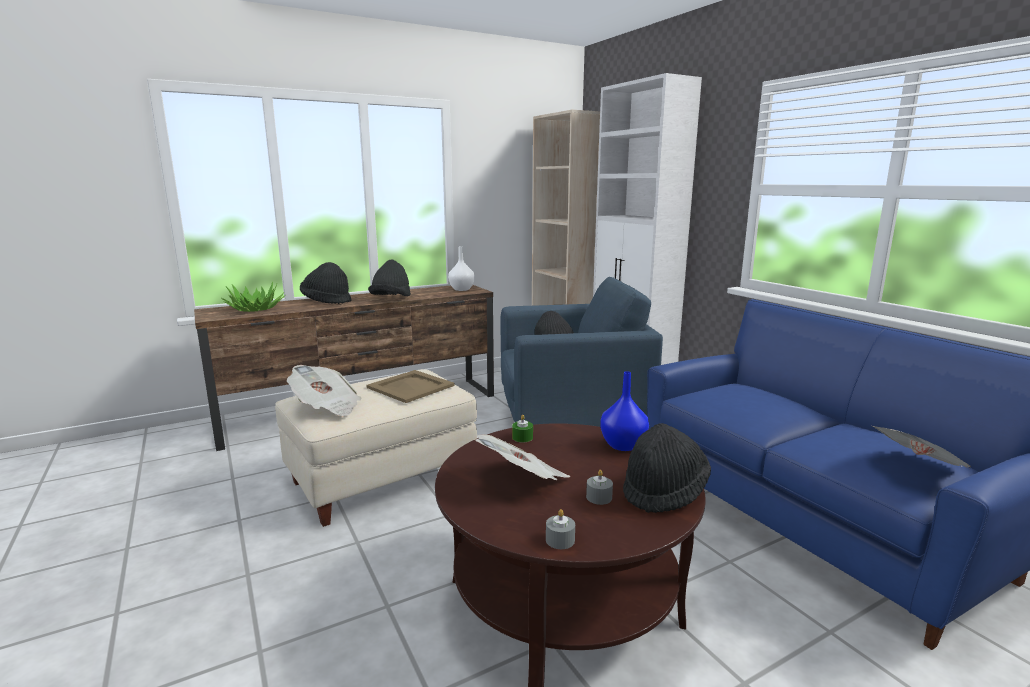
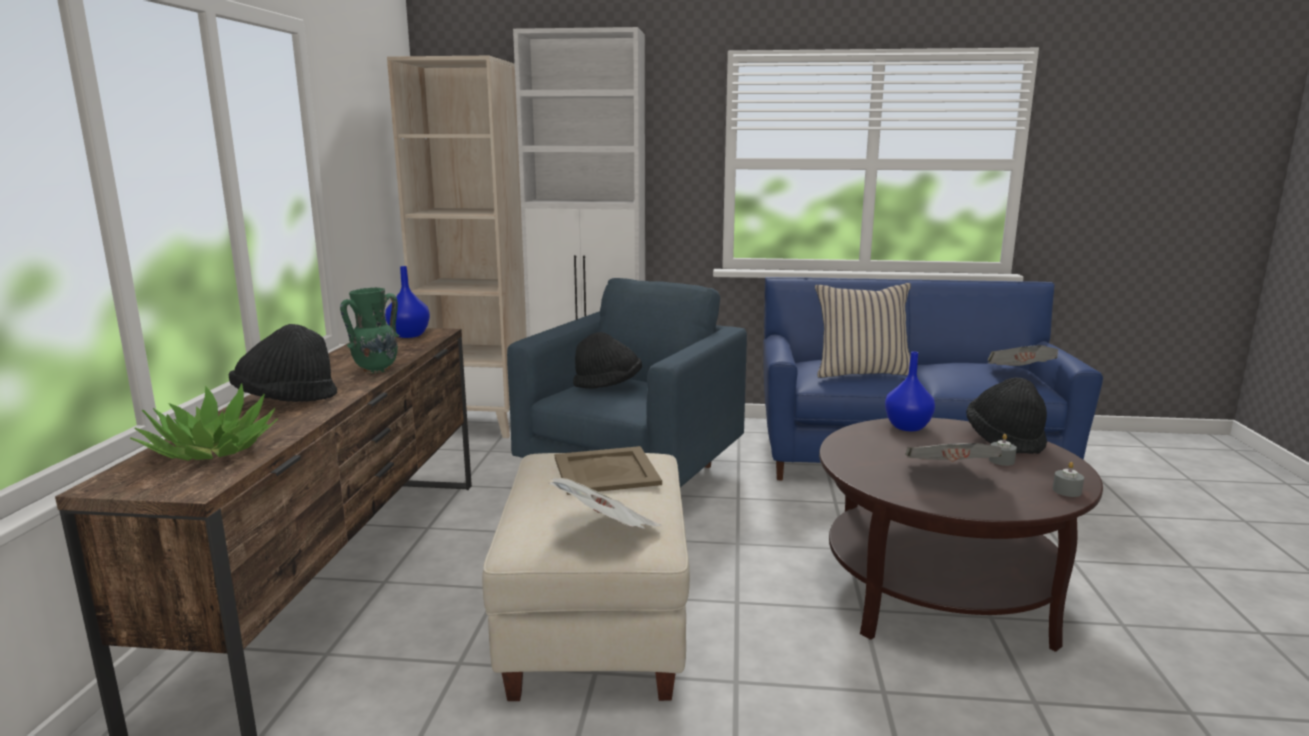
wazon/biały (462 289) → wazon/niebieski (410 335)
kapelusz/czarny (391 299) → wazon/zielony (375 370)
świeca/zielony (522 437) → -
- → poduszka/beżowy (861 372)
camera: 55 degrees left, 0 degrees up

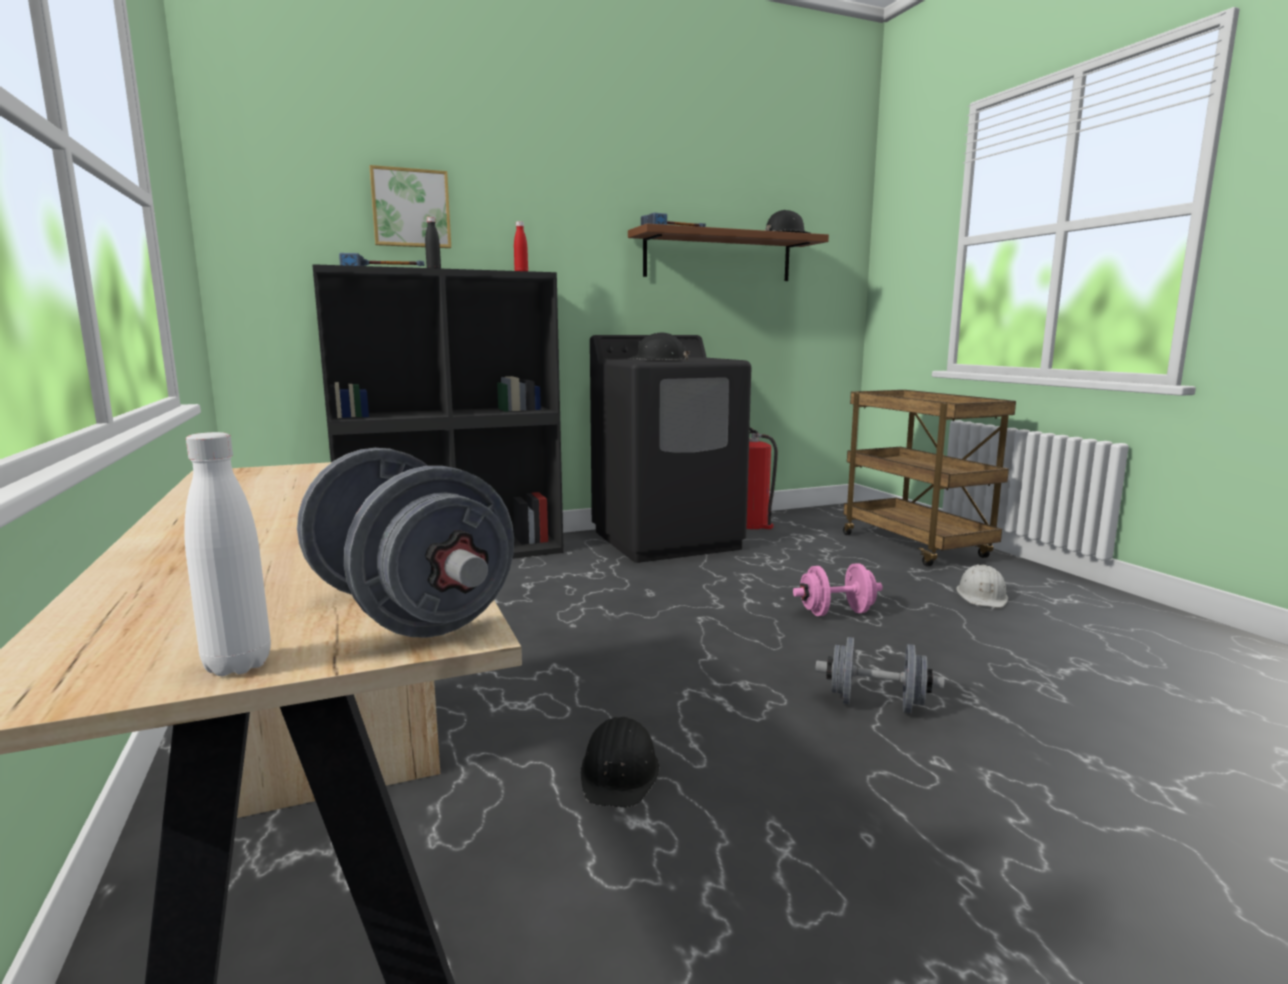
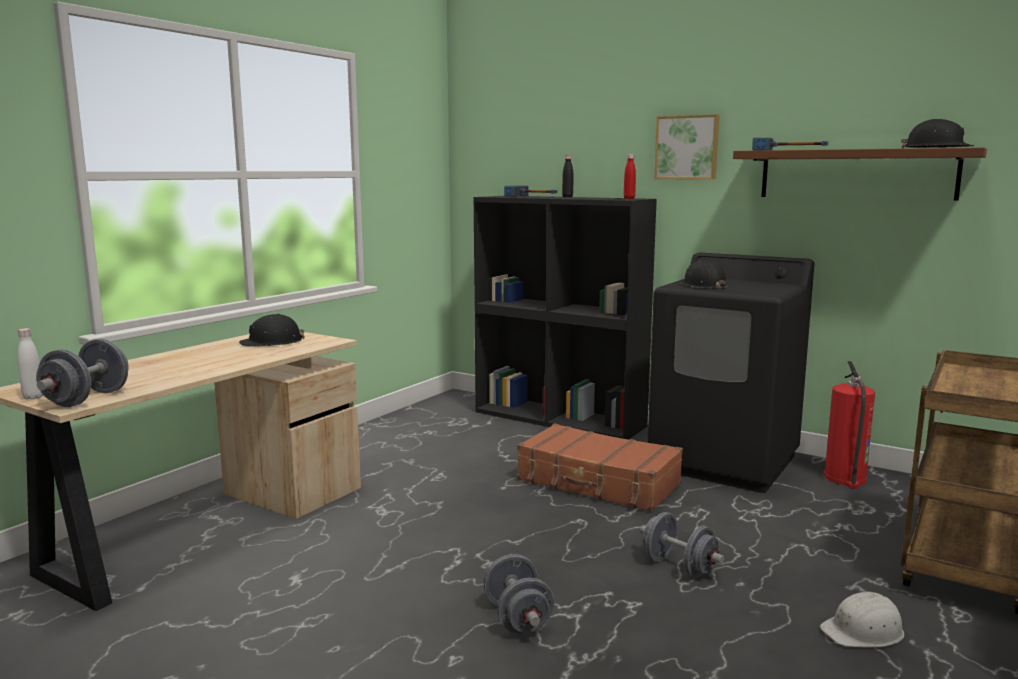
obraz (411 208) → obraz (687 147), relocated
hantel/różowy (836 612) → hantel/szary (679 566)
kask/czarny (620 773) → kask/czarny (272 342), relocated
- → walizka/brązowy (598 483)
camera: 55 degrees right, 0 degrees up

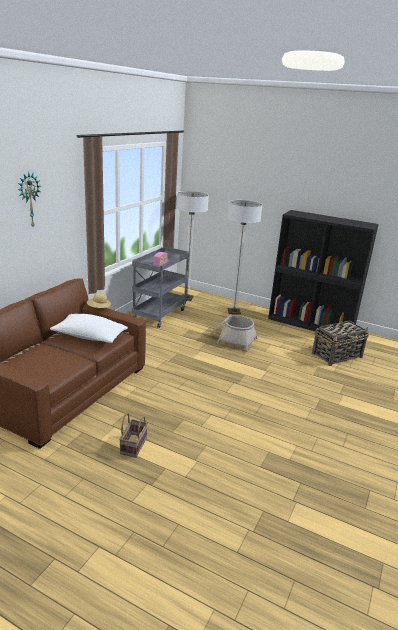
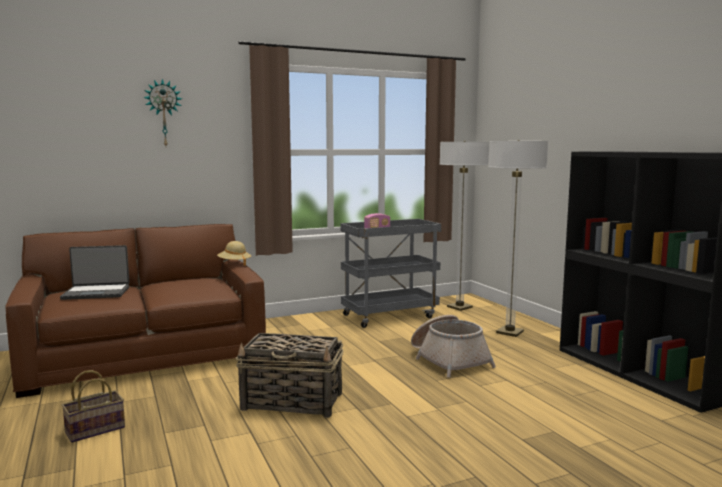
poduszka/biały (89 337) → -
koszyk (337 355) → koszyk (293 402), relocated
- → laptop (96 293)
camera: 40 degrees right, 15 degrees down

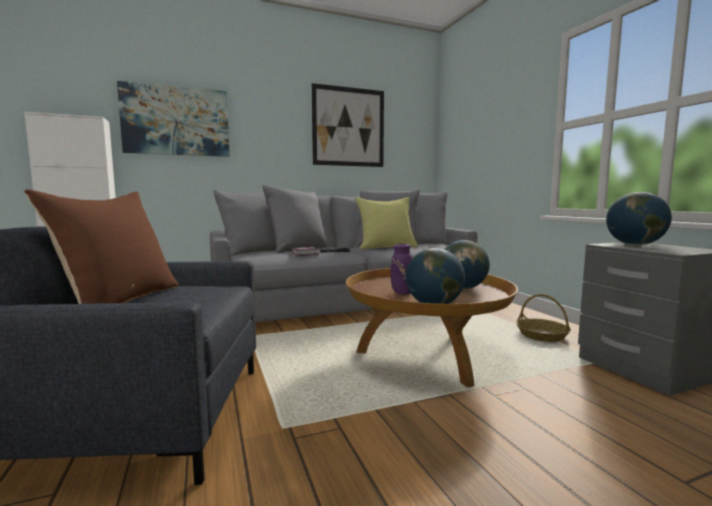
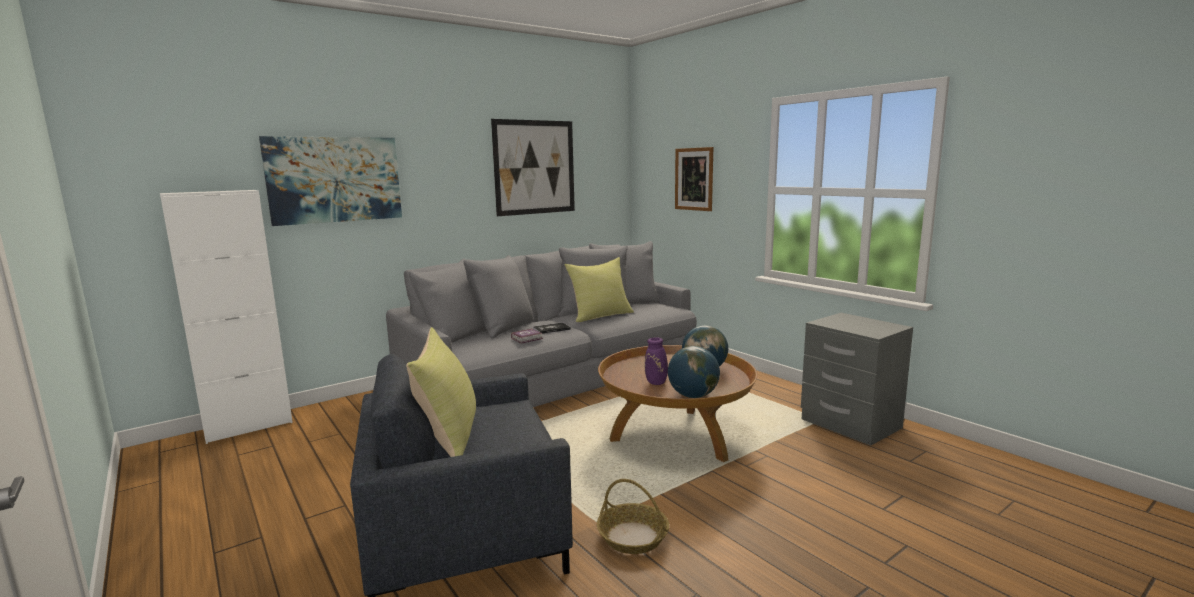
poduszka/brązowy (120 300) → poduszka/żółty (449 436)
globus (634 245) → -
koszyk (542 335) → koszyk (633 537), relocated
- → obraz (694 179)
camera: 15 degrees left, 5 degrees up

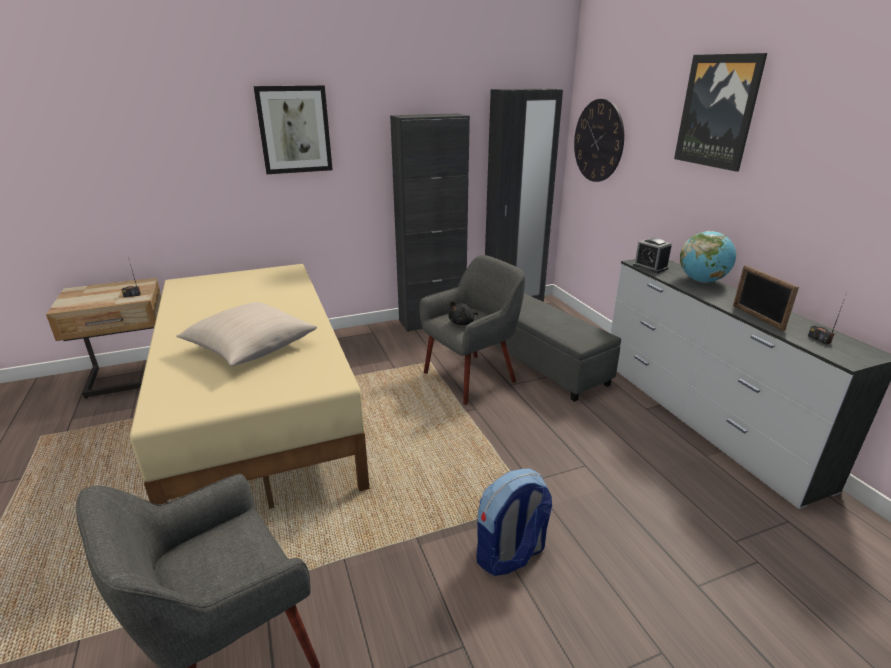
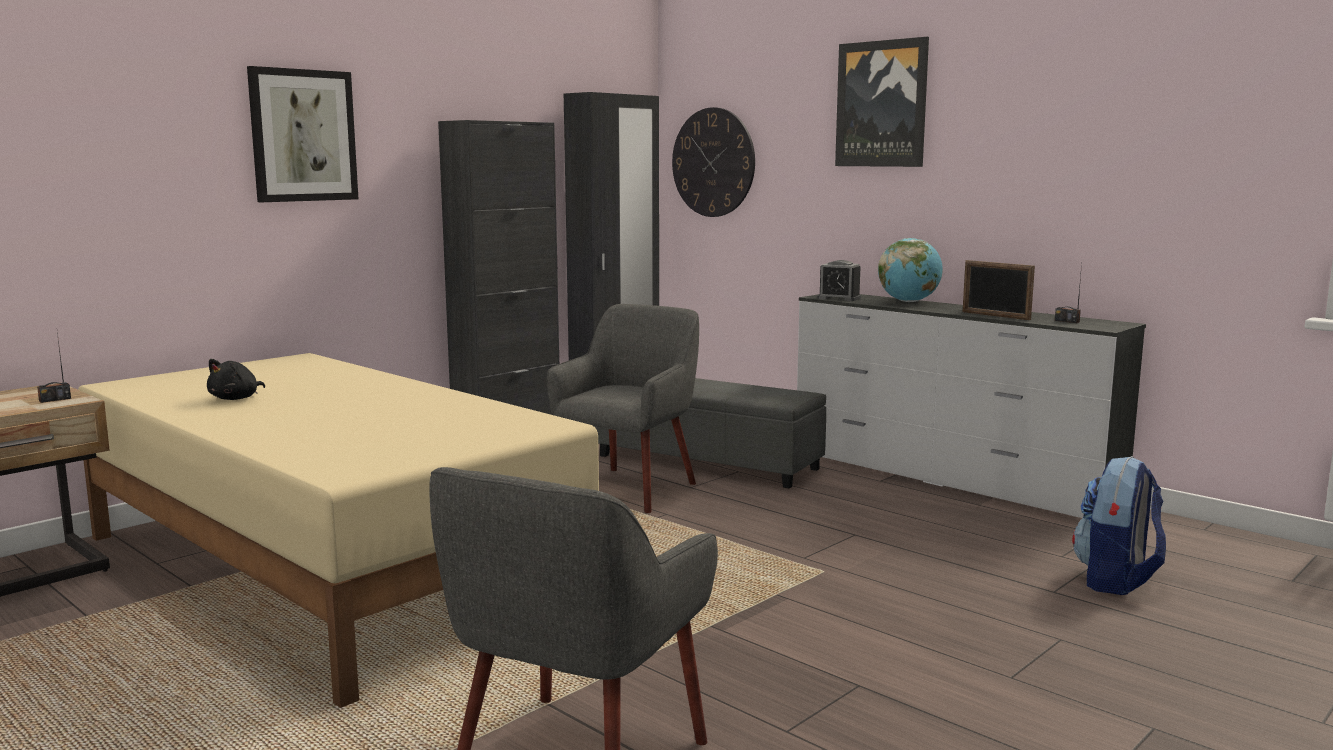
pluszak/czarny (462 323) → pluszak/czarny (236 398), relocated
poduszka/beżowy (251 347) → -
plecak (510 555) → plecak (1116 580), relocated
camera: 25 degrees left, 15 degrees down

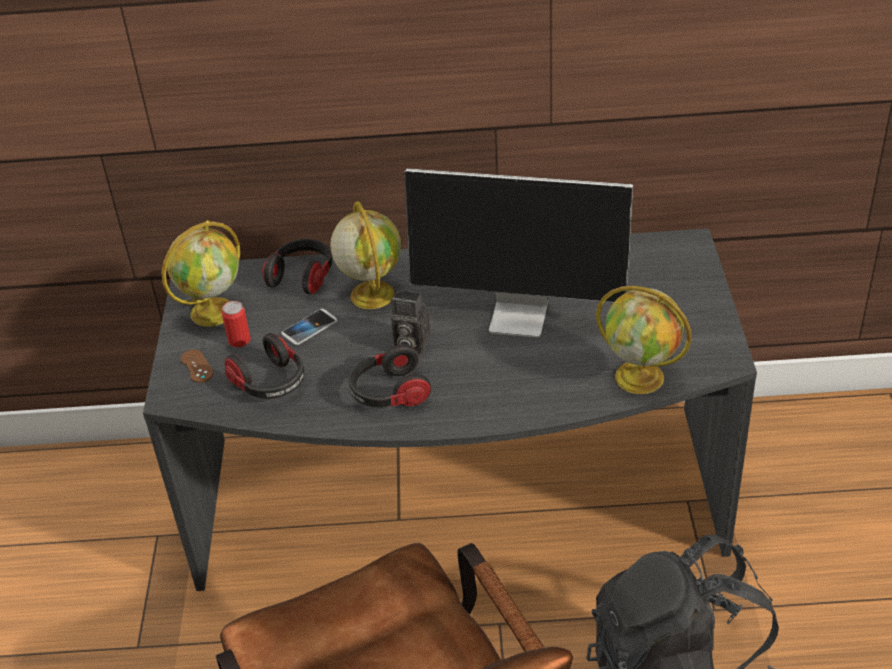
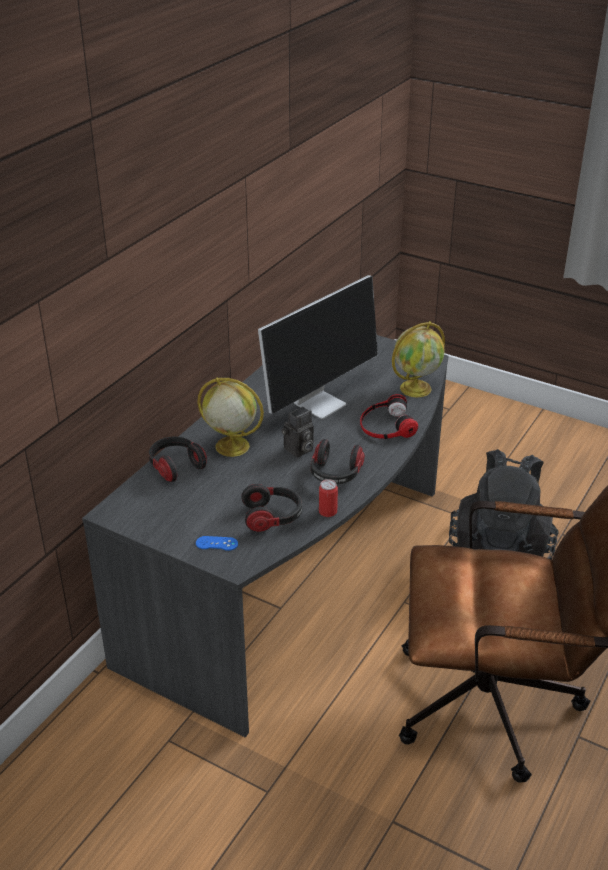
globus (213 311) → -
puszka (239 340) → puszka (327 511), relocated
telefon (309 328) → -
pad do gier/brązowy (197 366) → pad do gier/niebieski (216 543)
- → słuchawki (386 425)
camera: 60 degrees left, 5 degrees down

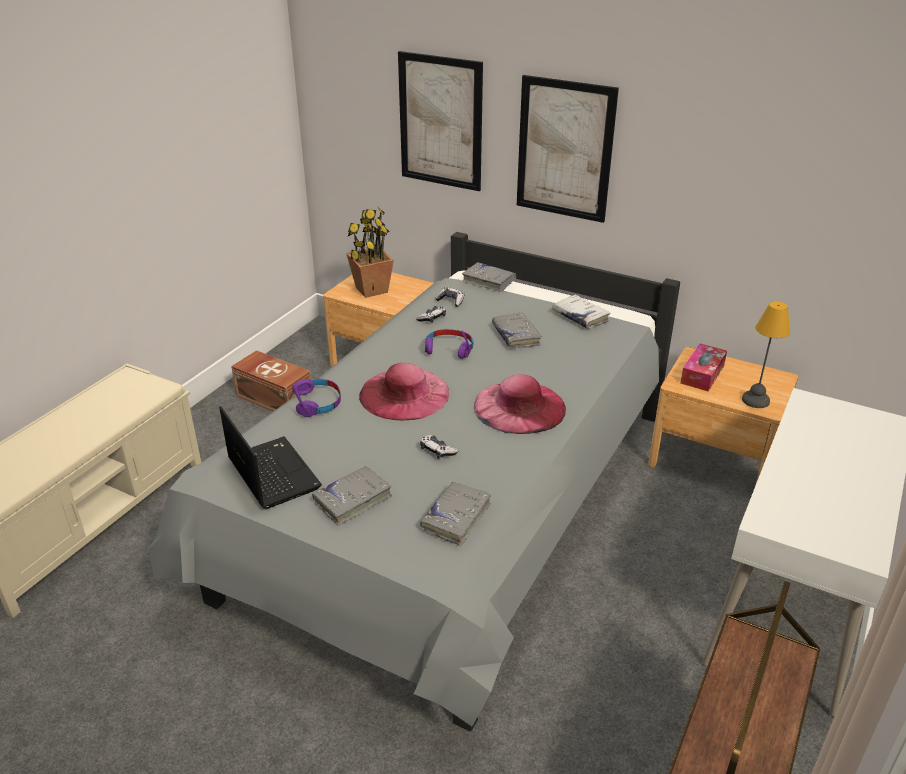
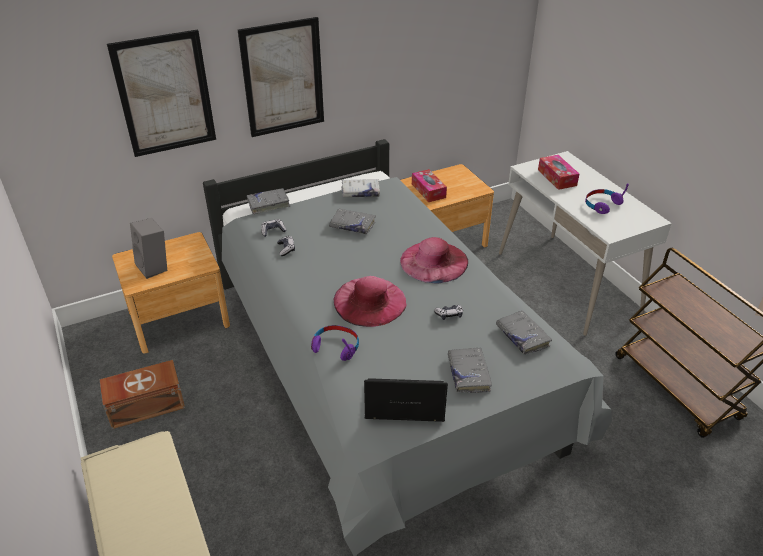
roślina doniczkowa (371 290) → głośnik/szary (155 267)
lampa stołowa (756 400) → -
słuchawki/fioletowy (449 349) → słuchawki/fioletowy (601 205), relocated
- → pudełko chusteczek (557 177)
camera: 55 degrees left, 5 degrees up

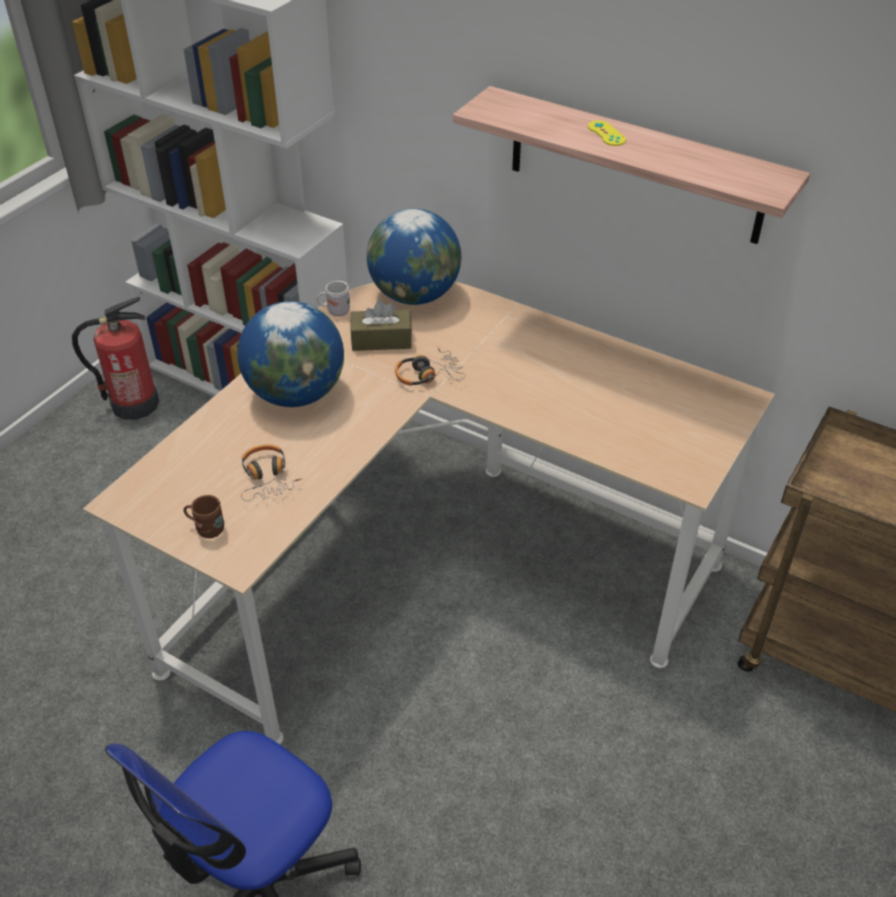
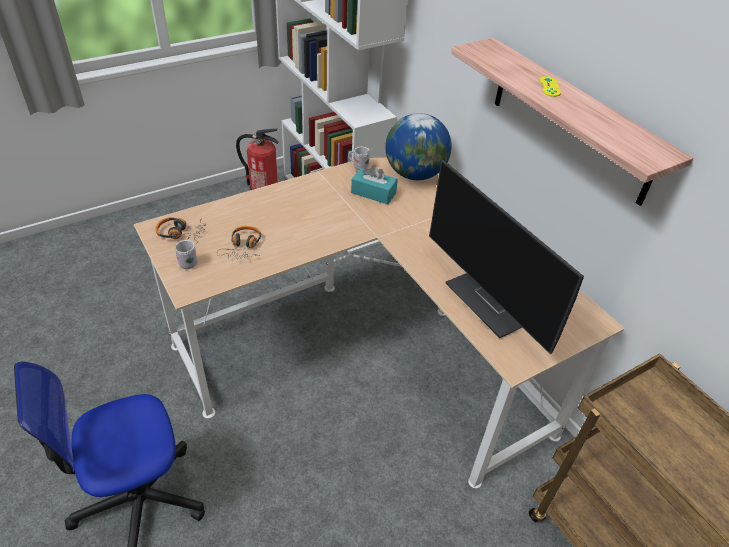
pudełko chusteczek/brązowy (381 340) → pudełko chusteczek/turkusowy (373 193)
globus (296 394) → -
słuchawki (428 375) → słuchawki (181 234), relocated
kubek/brązowy (206 529) → kubek/biały (186 263)
- → monitor (493 303)
camera: 25 degrees right, 0 degrees up

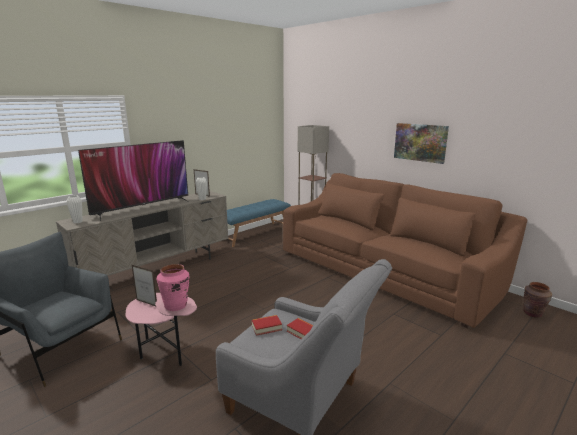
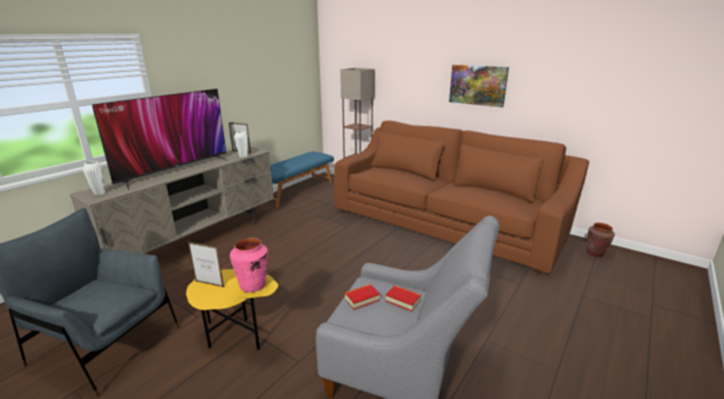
stolik/różowy (165 352) → stolik/żółty (236 336)
camera: 10 degrees left, 5 degrees up

